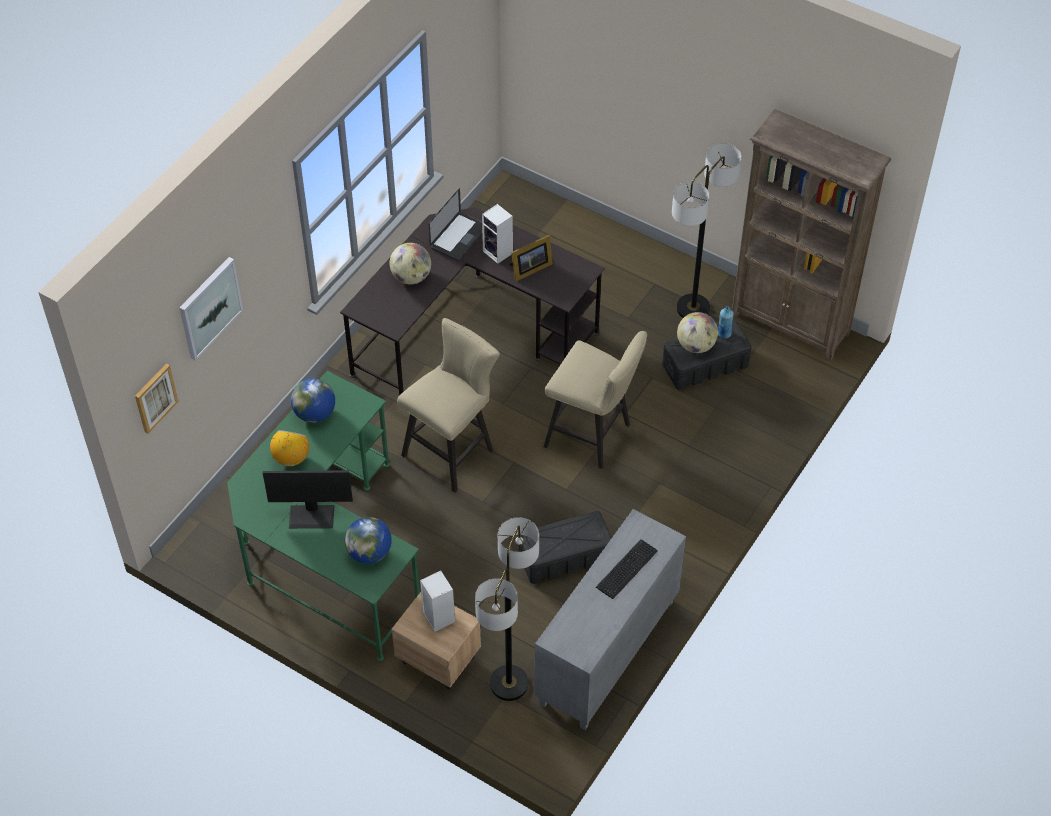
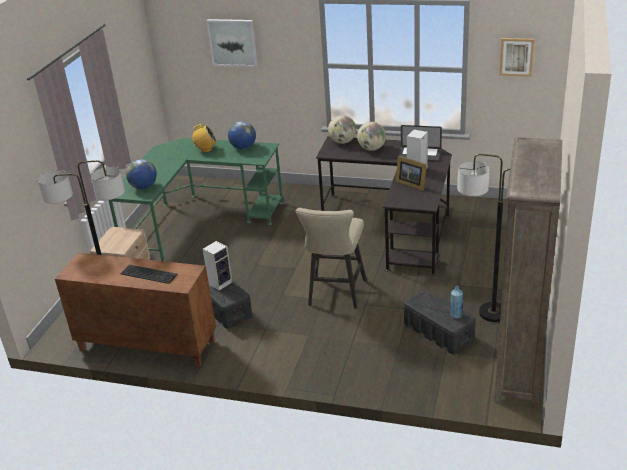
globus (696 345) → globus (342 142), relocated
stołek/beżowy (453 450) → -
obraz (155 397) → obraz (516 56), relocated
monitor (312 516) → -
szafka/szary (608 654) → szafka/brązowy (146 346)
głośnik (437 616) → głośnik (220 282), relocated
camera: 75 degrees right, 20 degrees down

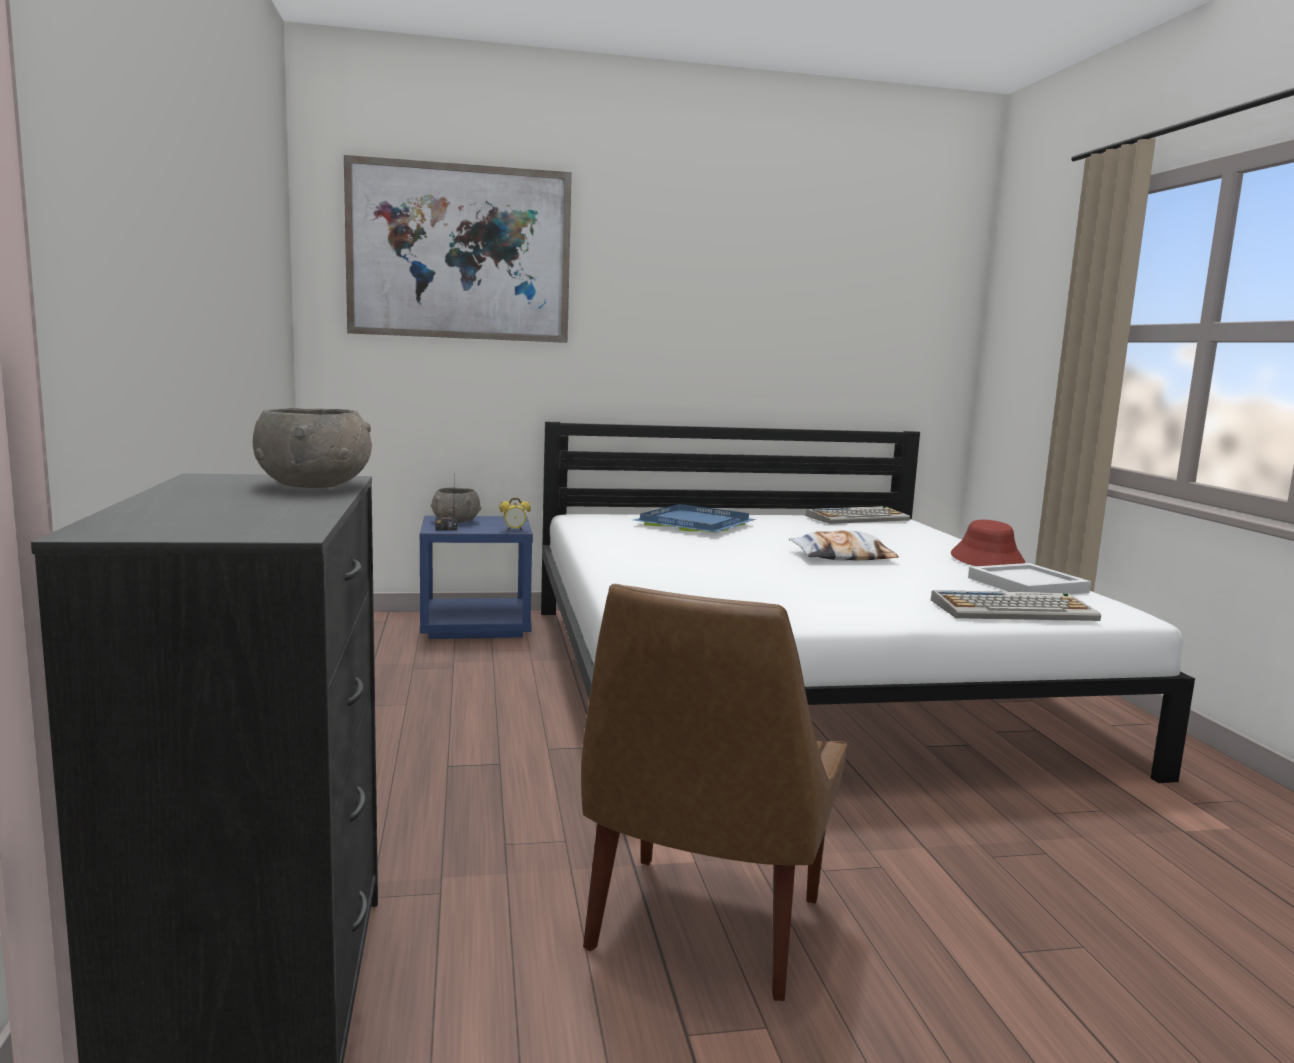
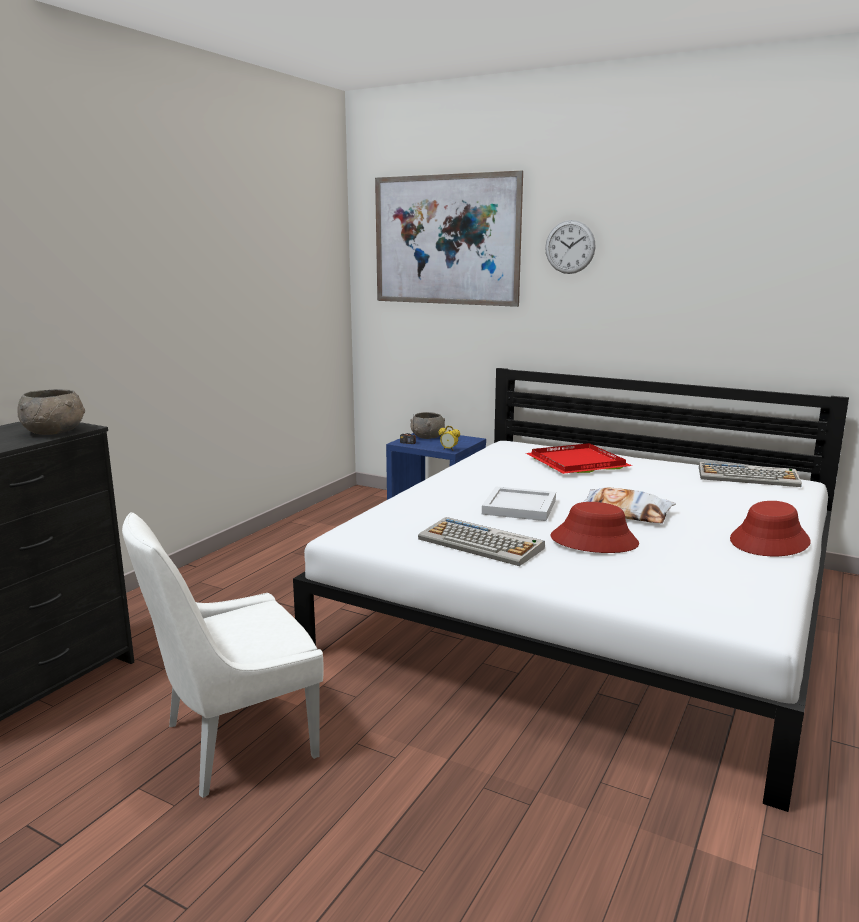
taca/niebieski (697 524) → taca/czerwony (579 463)
taca/biały (1027 585) → taca/biały (518 507), relocated
krzesło/brązowy (702 929) → krzesło/biały (234 742)
klawiatura (1014 610) → klawiatura (482 543), relocated
- → zegar ścienny (570 247)
- → kapelusz/czerwony (594 541)
camera: 40 degrees right, 5 degrees up

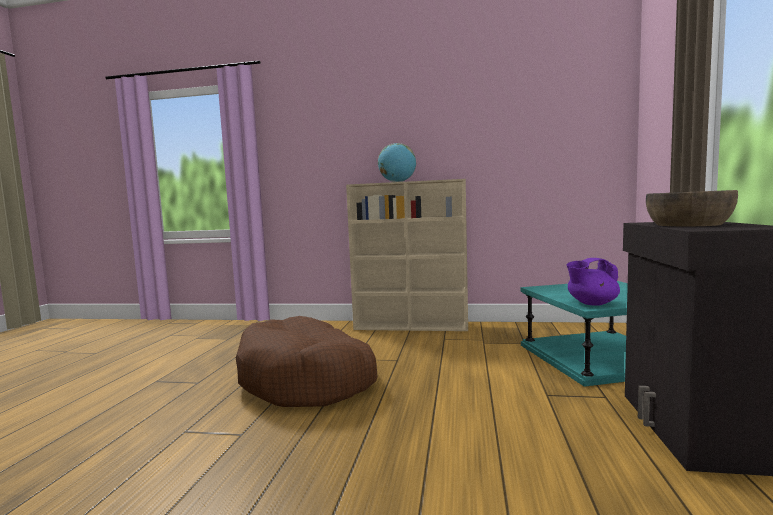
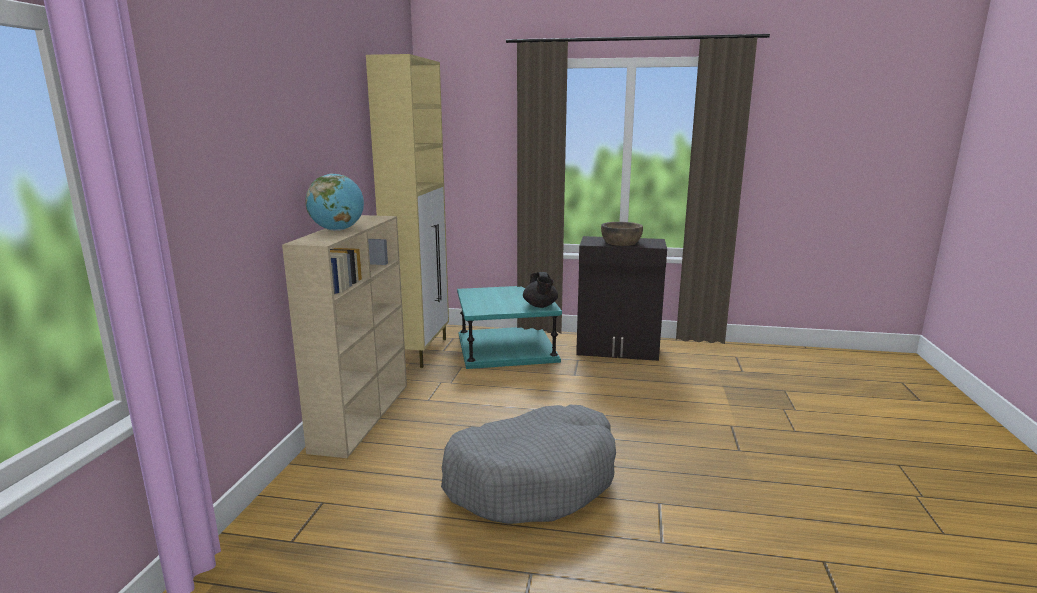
imbryk/fioletowy (591 303) → imbryk/czarny (540 306)
legowisko/brązowy (307 379) → legowisko/szary (532 480)
- → szafka/beżowy (420 351)
camera: 90 degrees left, 10 degrees up

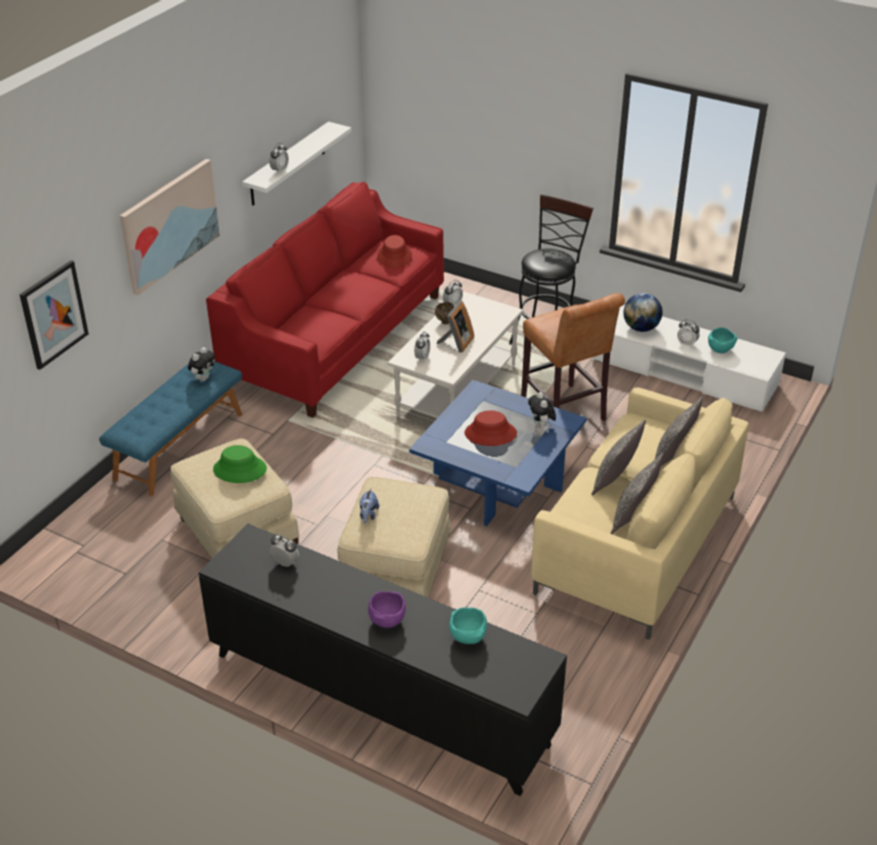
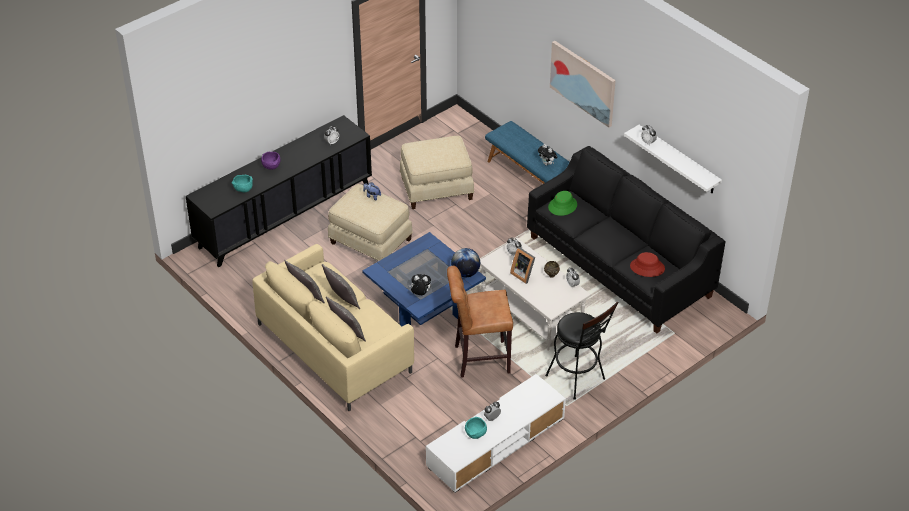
kanapa/czerwony (336 339) → kanapa/czarny (620 267)
obraz (53 314) → -
globus (641 328) → globus (465 273), relocated
kapelusz/czerwony (490 434) → -
kapelusz/zielony (239 470) → kapelusz/zielony (562 206), relocated
camera: 110 degrees right, 5 degrees up

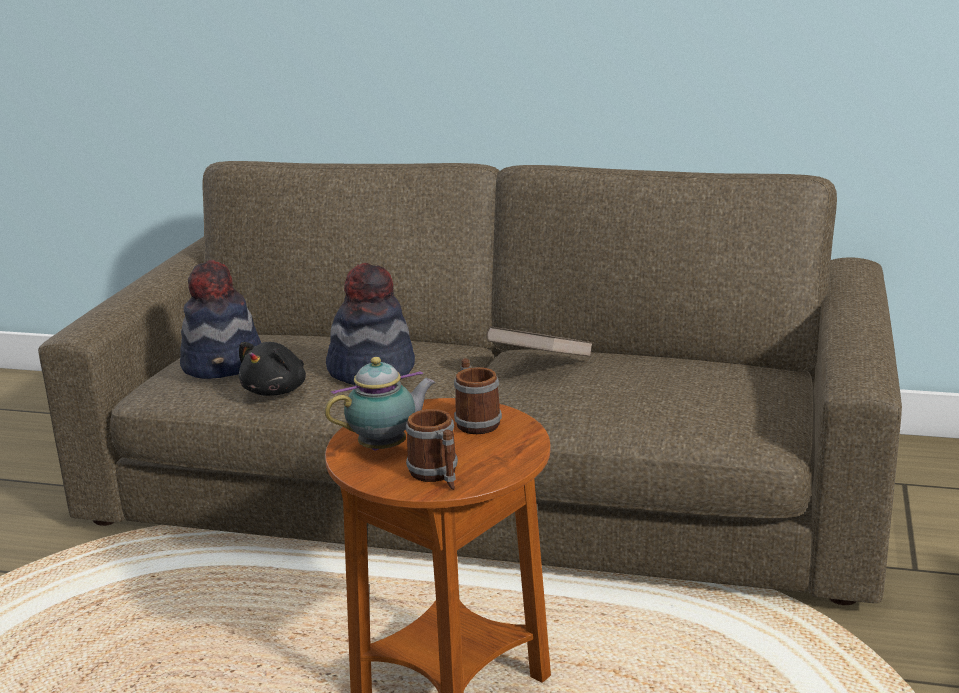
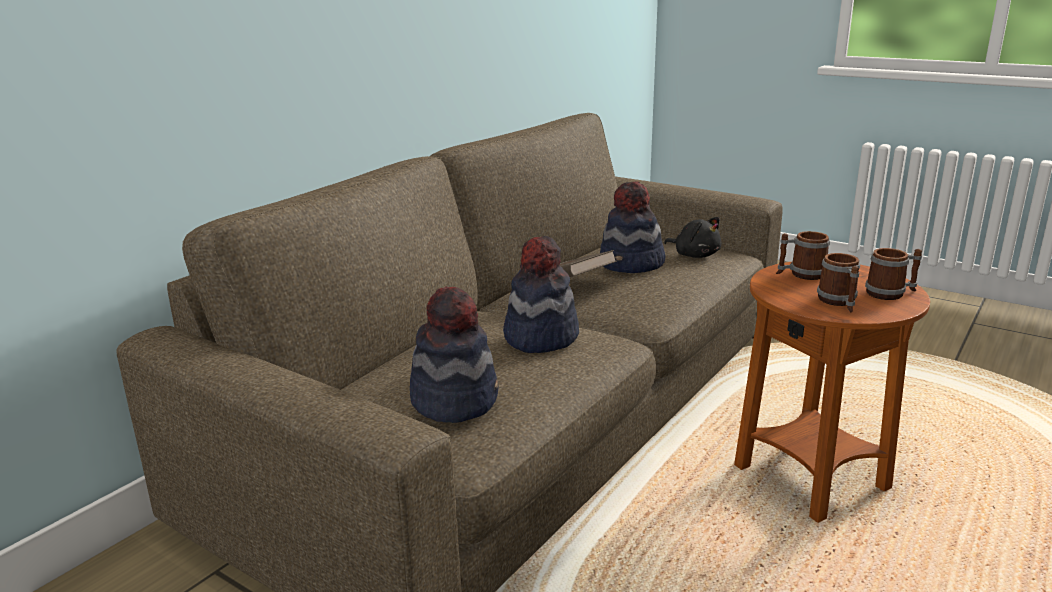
pluszak/czarny (277 390) → pluszak/czarny (695 255), relocated
imbryk (386 447) → kubek (839 302)
- → kapelusz (632 264)
camera: 70 degrees left, 0 degrees up

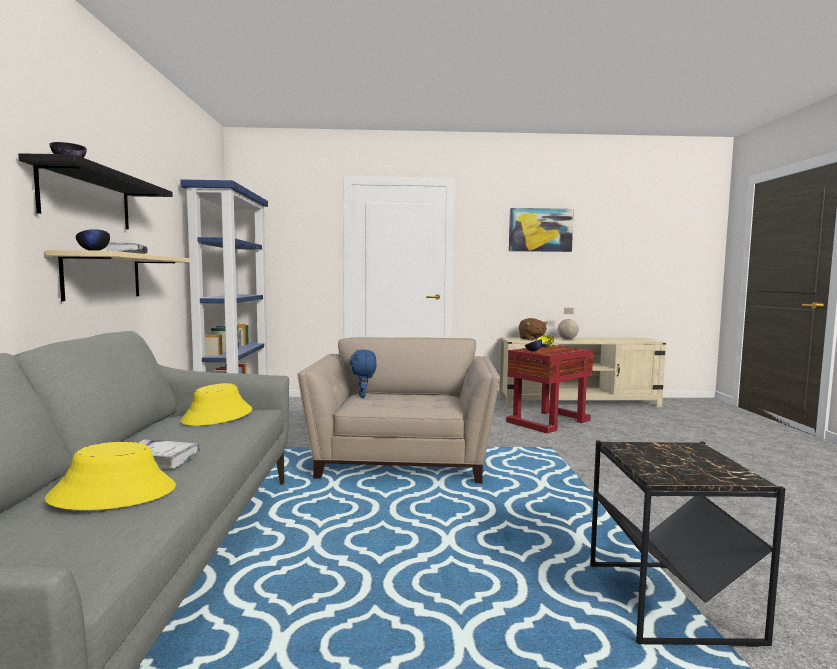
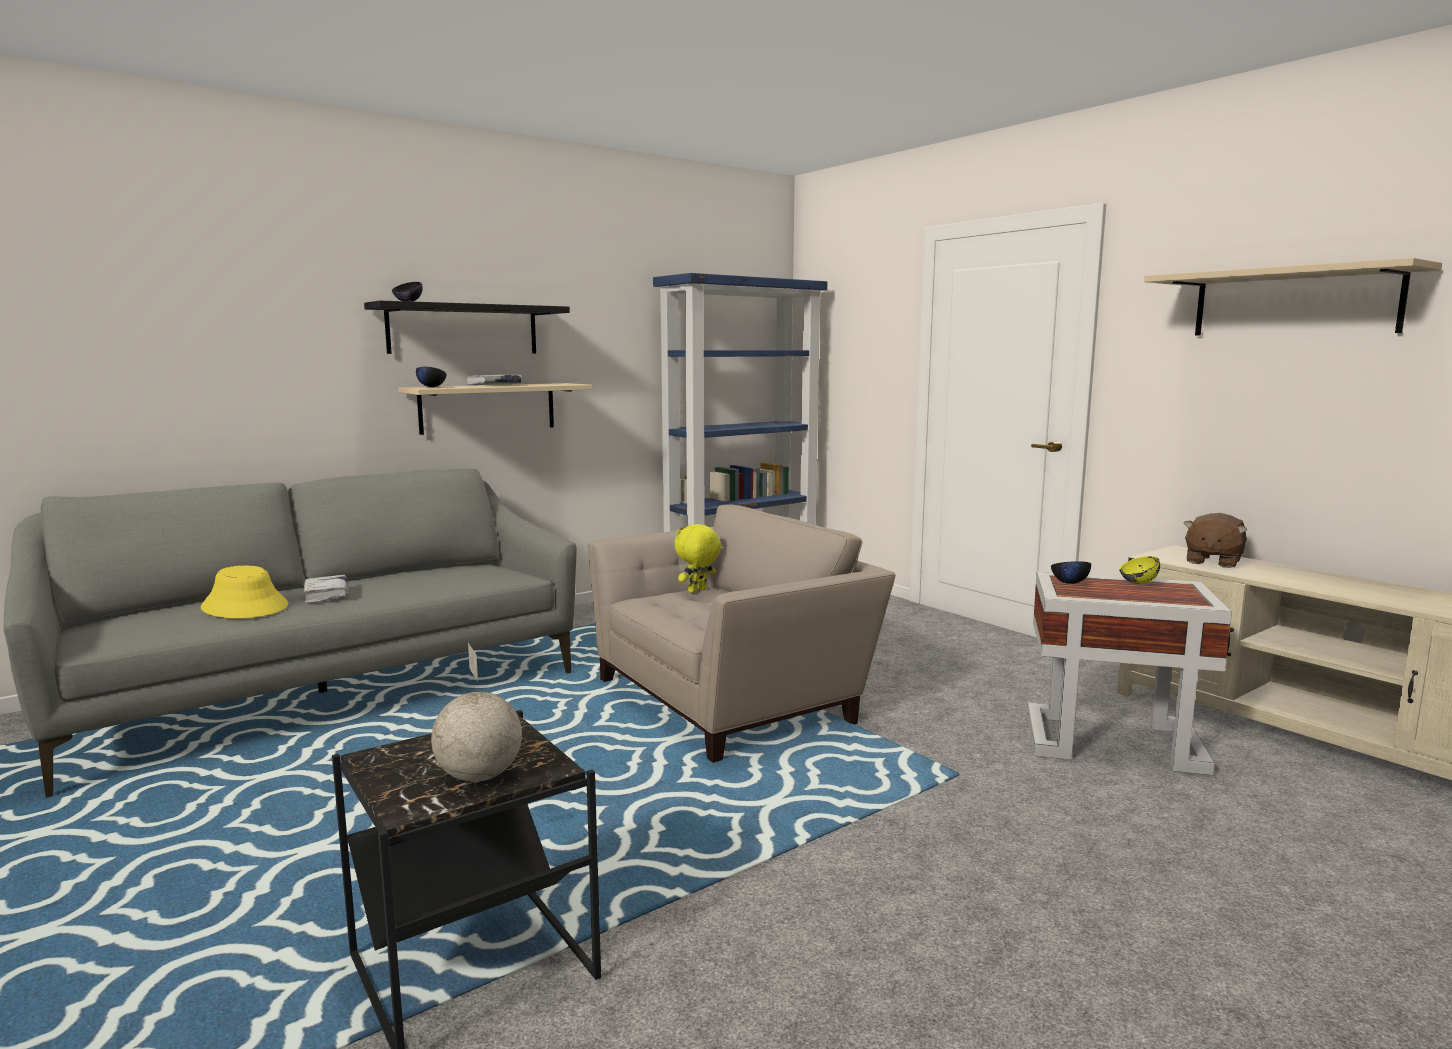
obraz (540 230) → półka/beżowy (1294 303)
globus (567 339) → globus (478 777), relocated
stolik/czerwony (547 421) → stolik/biały (1110 741)
pluszak/niebieski (363 395) → pluszak/żółty (698 591)
kapelusz/żółty (217 416) → -
camera: 55 degrees right, 5 degrees up

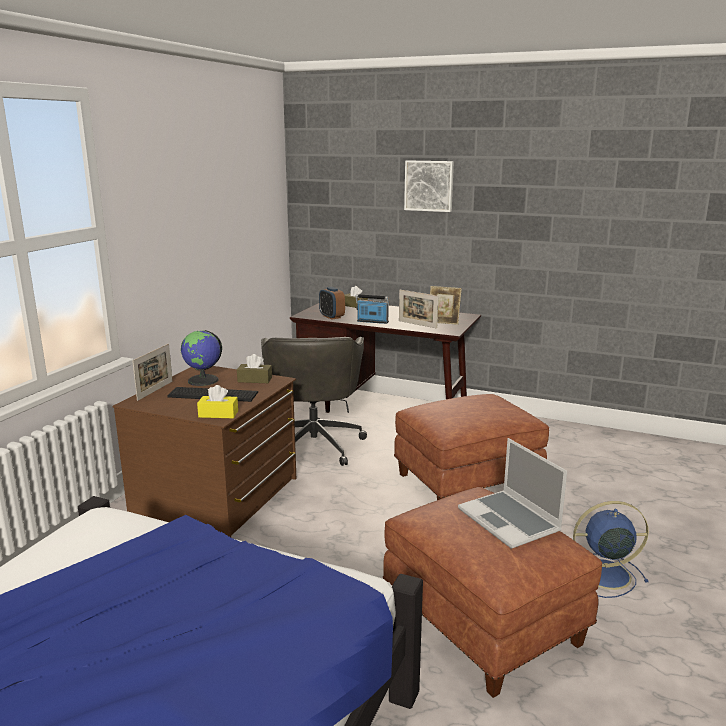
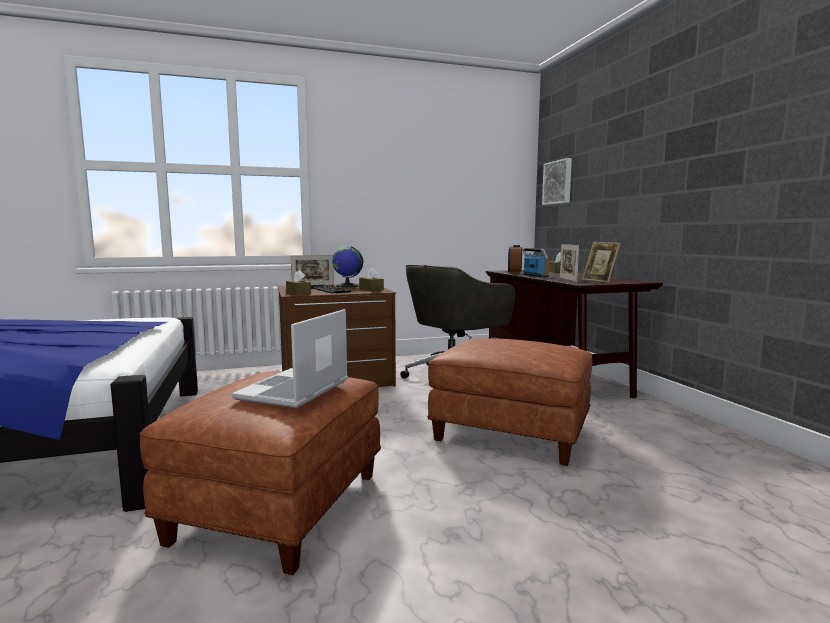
obraz (429 185) → obraz (558 182), relocated
pudełko chusteczek/żółty (218 414) → pudełko chusteczek/brązowy (298 293)
wentylator/niebieski (602 574) → -
camera: 50 degrees right, 10 degrees down

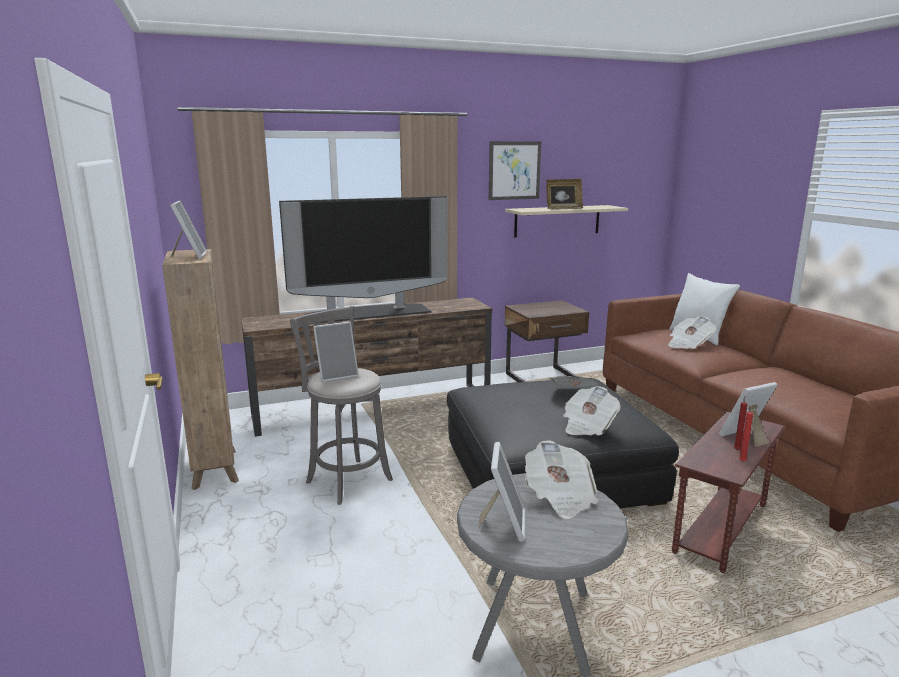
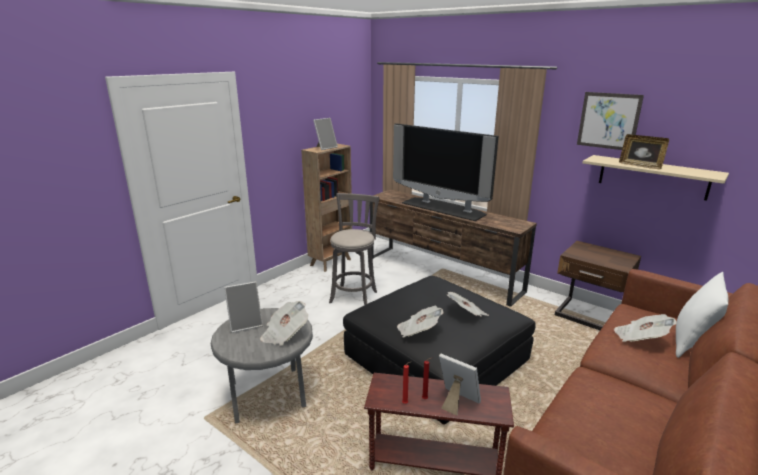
ramka na zdjęcie (337 375) → -
camera: 60 degrees right, 5 degrees up

